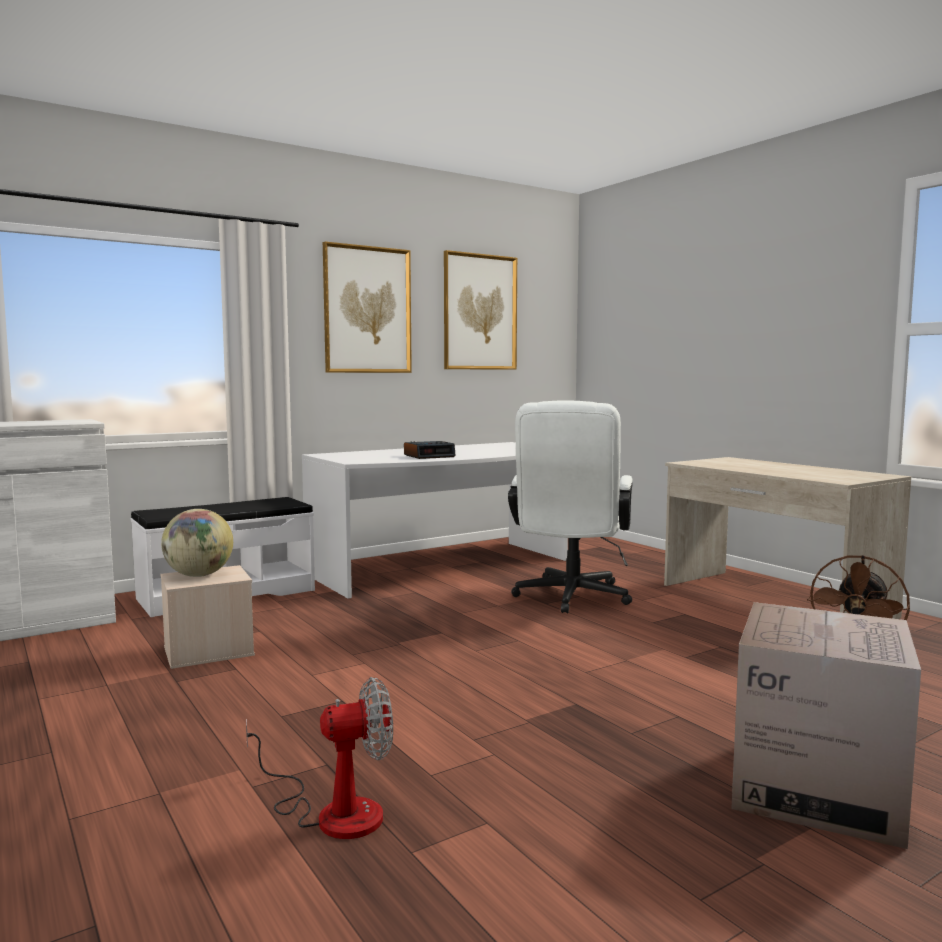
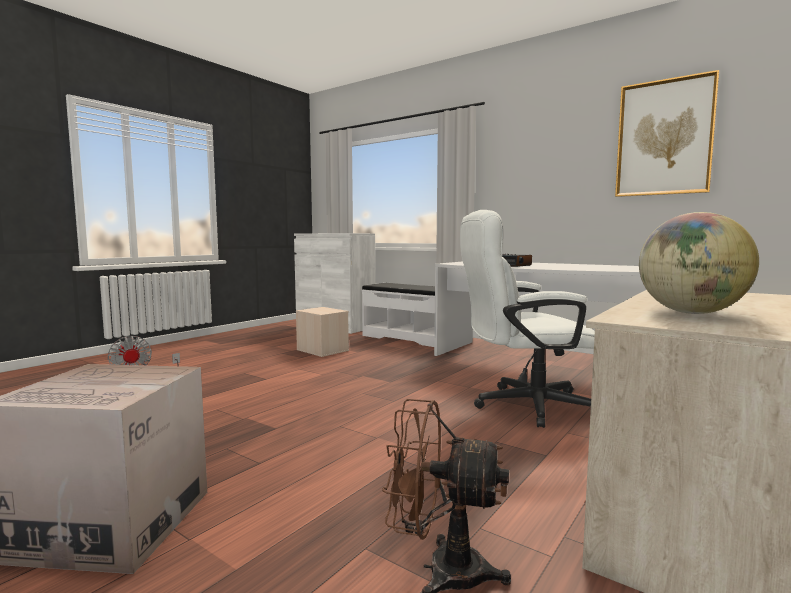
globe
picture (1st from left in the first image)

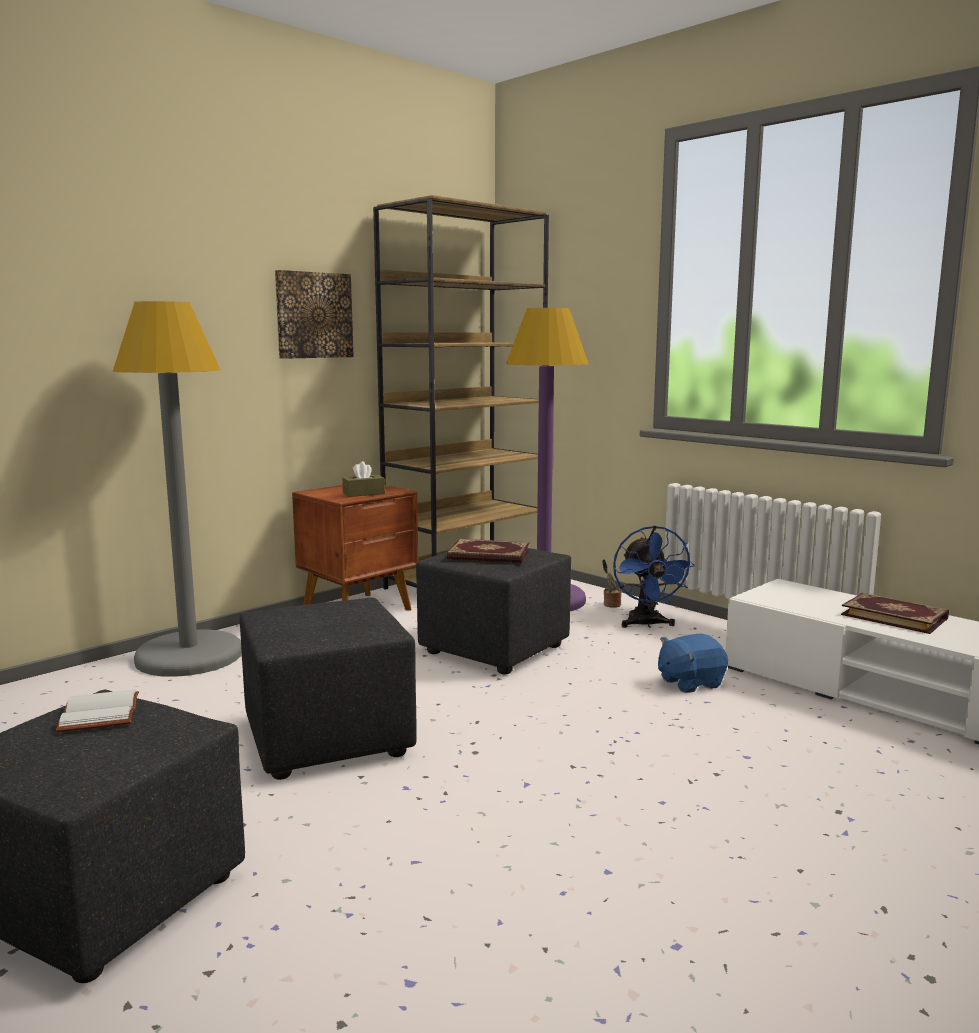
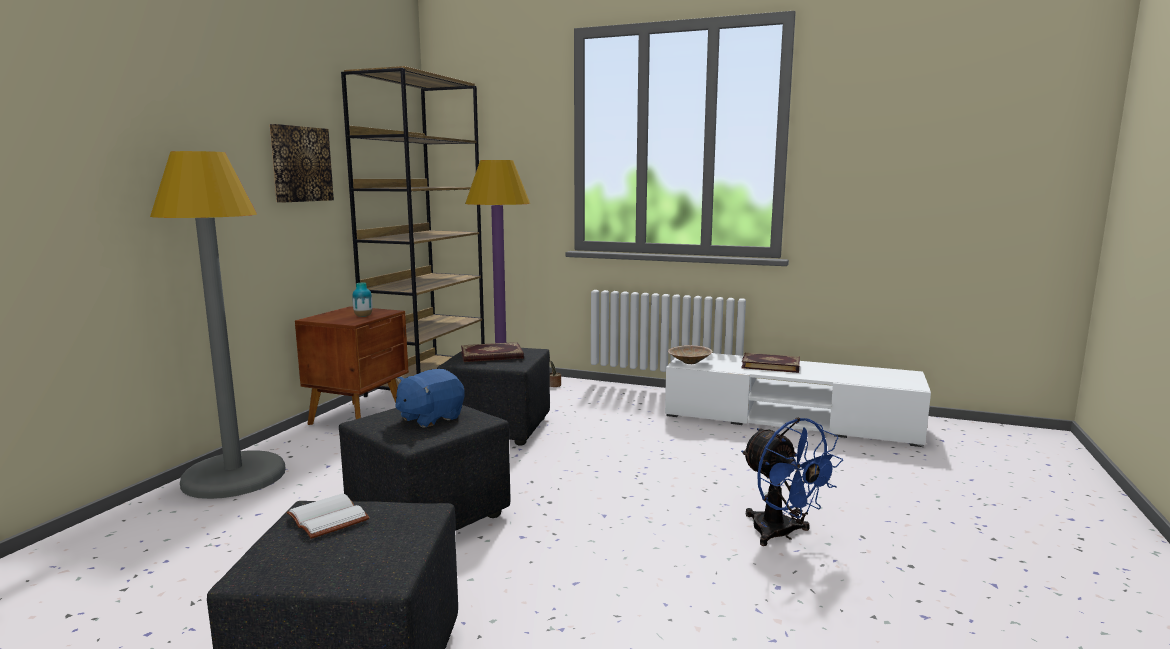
vase
fan (blue)
plush toy (blue)
bowl (beige)

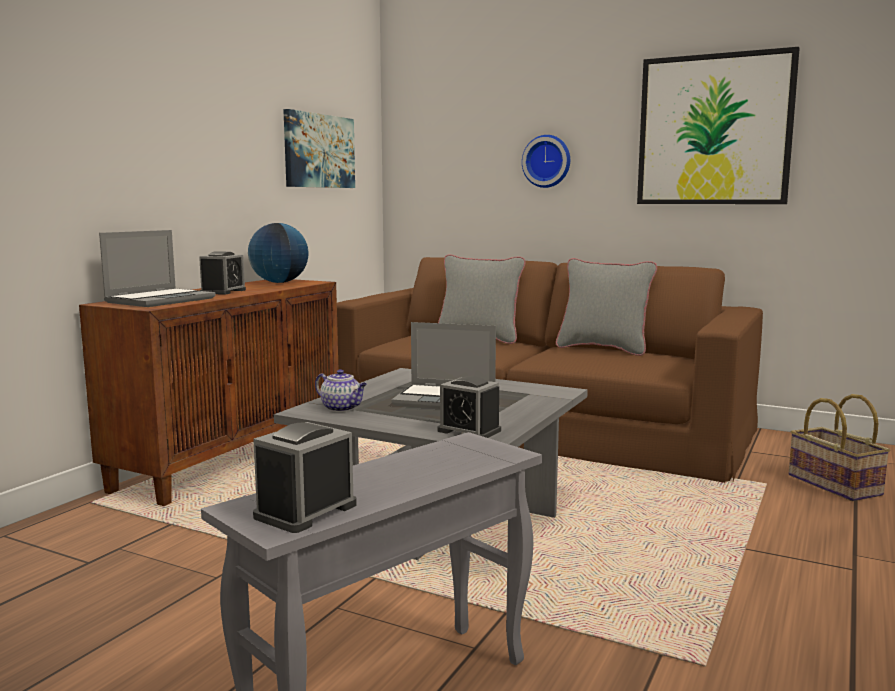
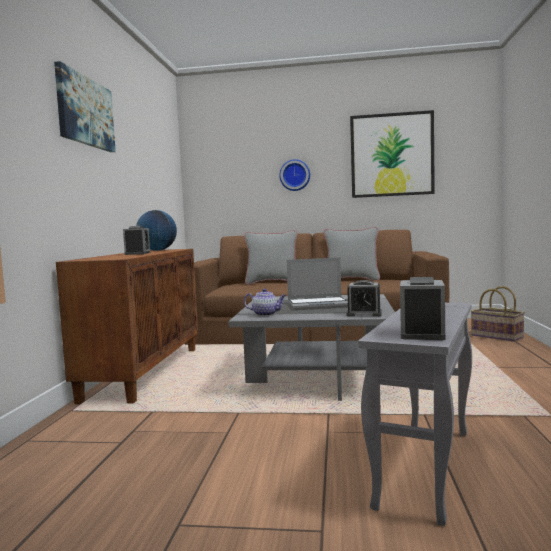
laptop (1st from left in the first image)
picture (1st from left)

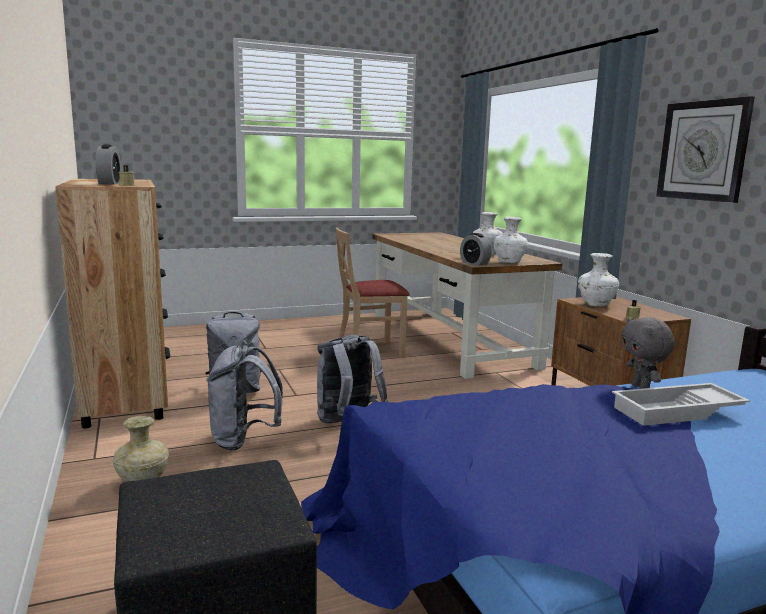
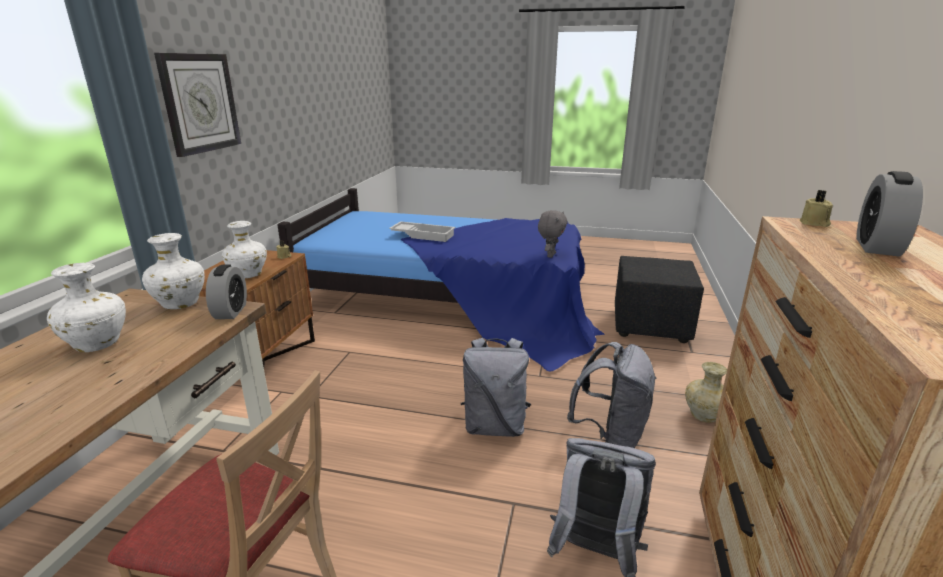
plush toy (grey)

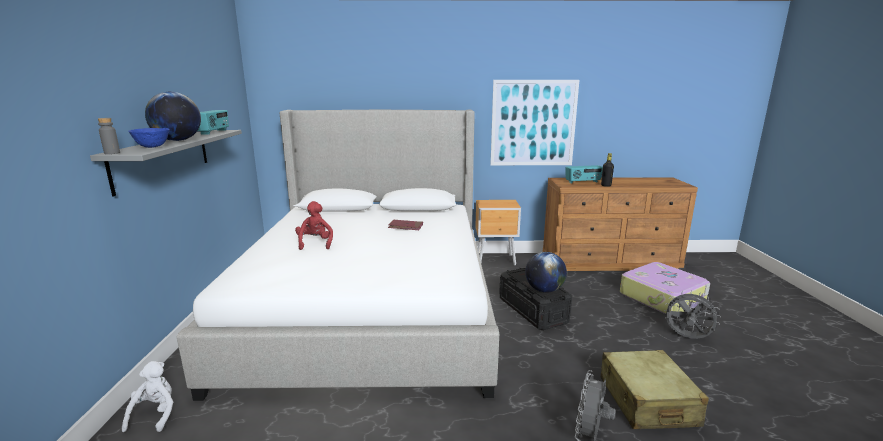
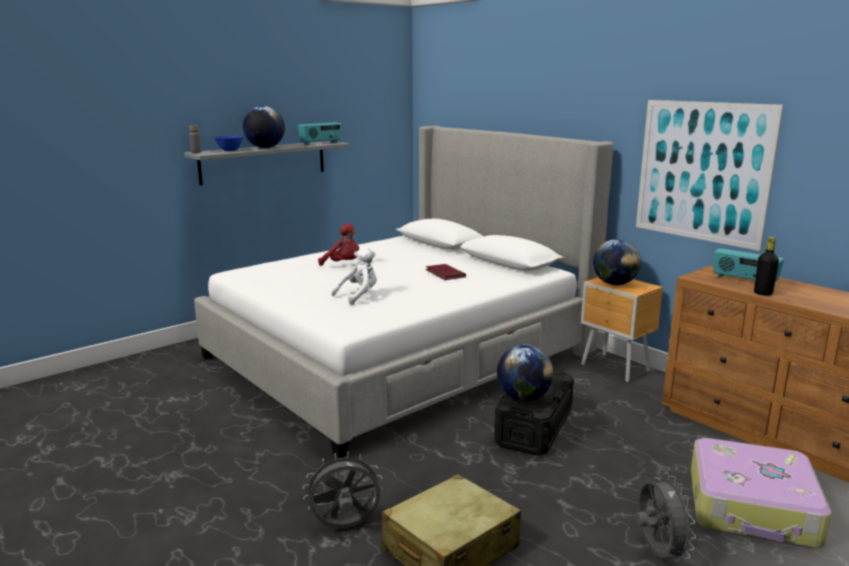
plush toy (white)
plush toy (red)
globe (3rd from left)

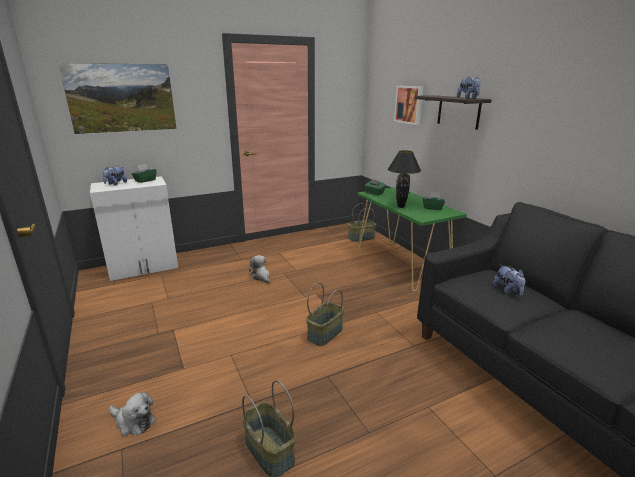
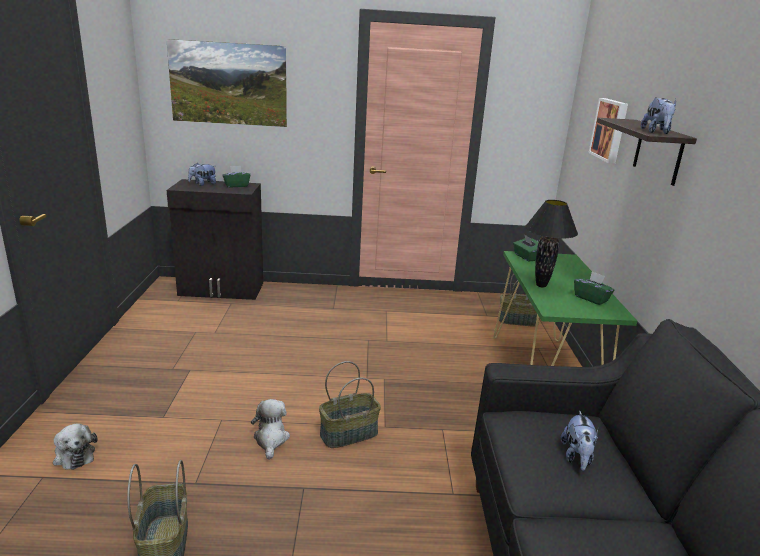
cabinet (black)
plush toy (3rd from left)

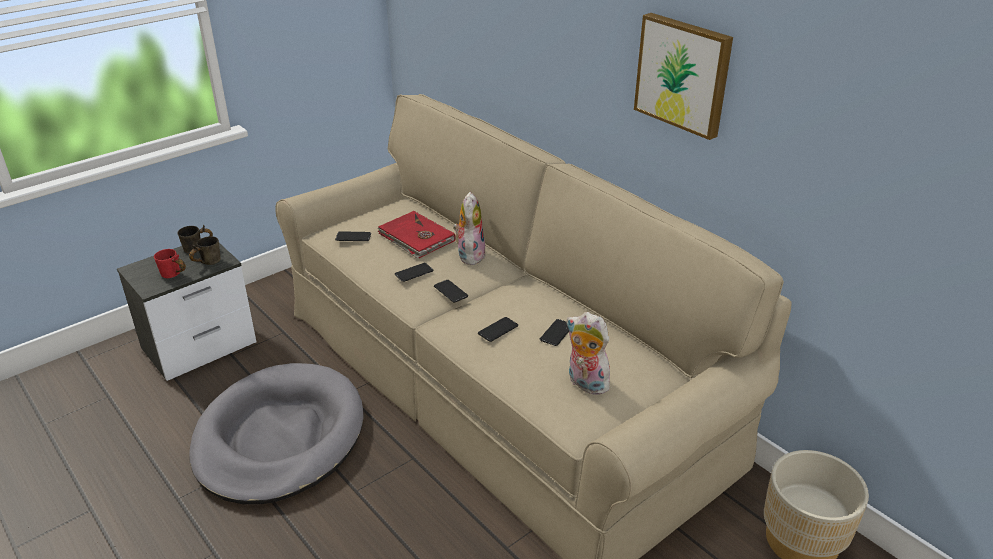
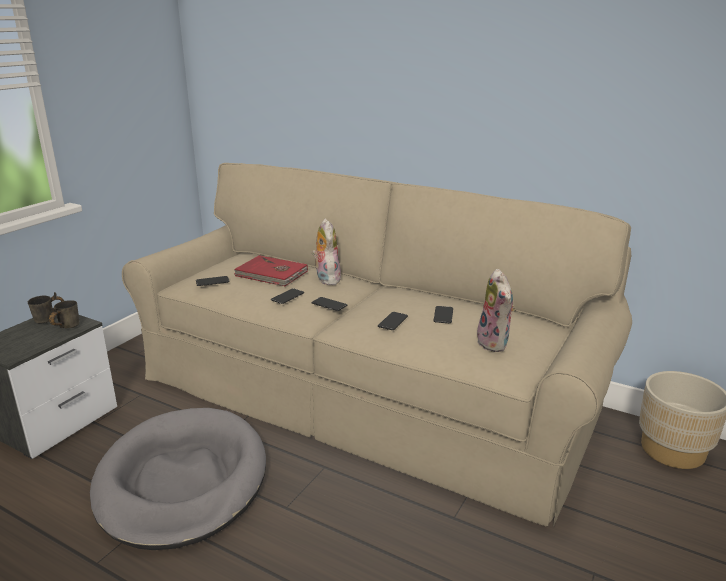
mug (red)
plush toy (2nd from left)
picture

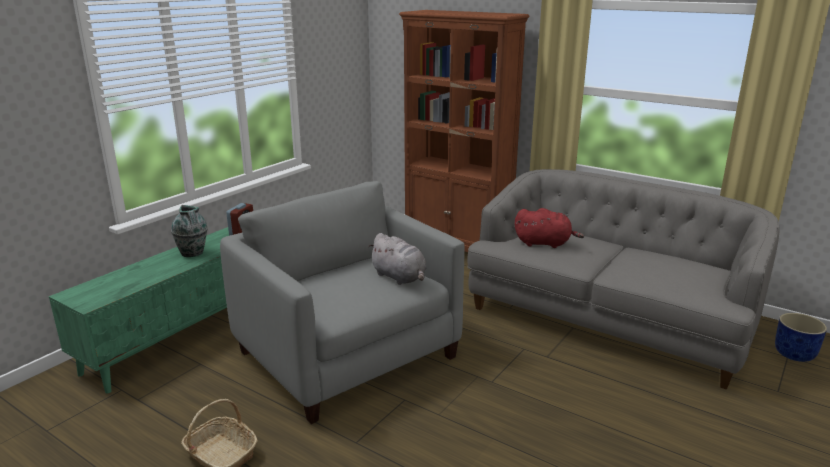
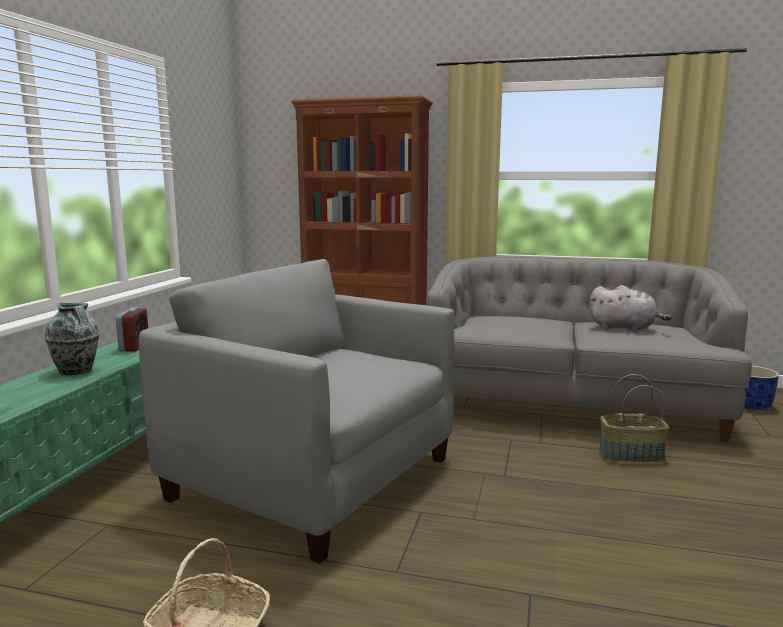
plush toy (grey)
plush toy (red)
basket (2nd from left)

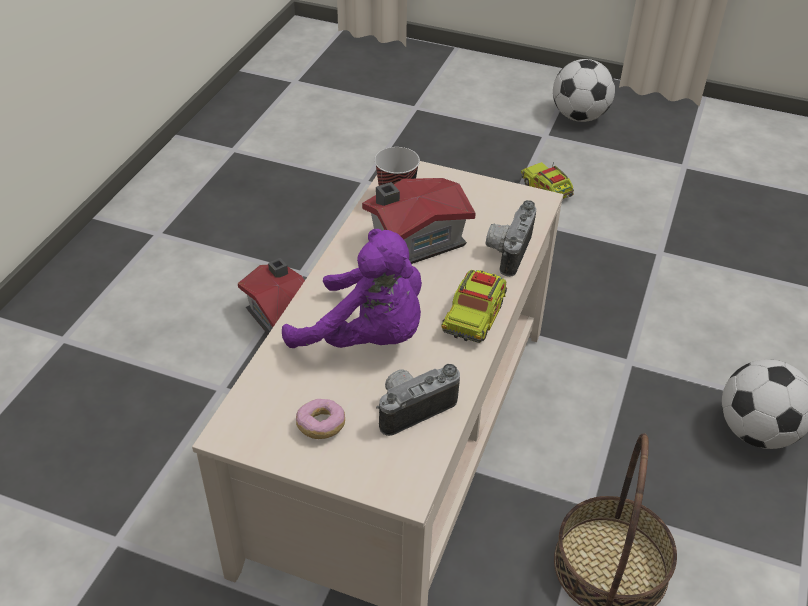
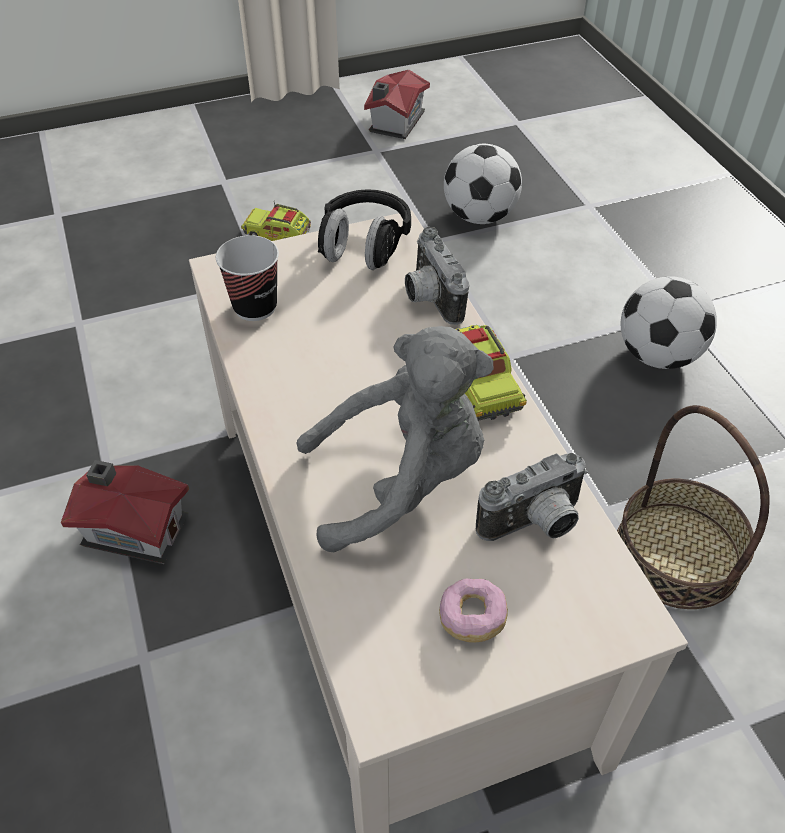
plush toy (grey)
toy house (2nd from left)
photo camera (2nd from left)
football (1st from left)
headphones (black)

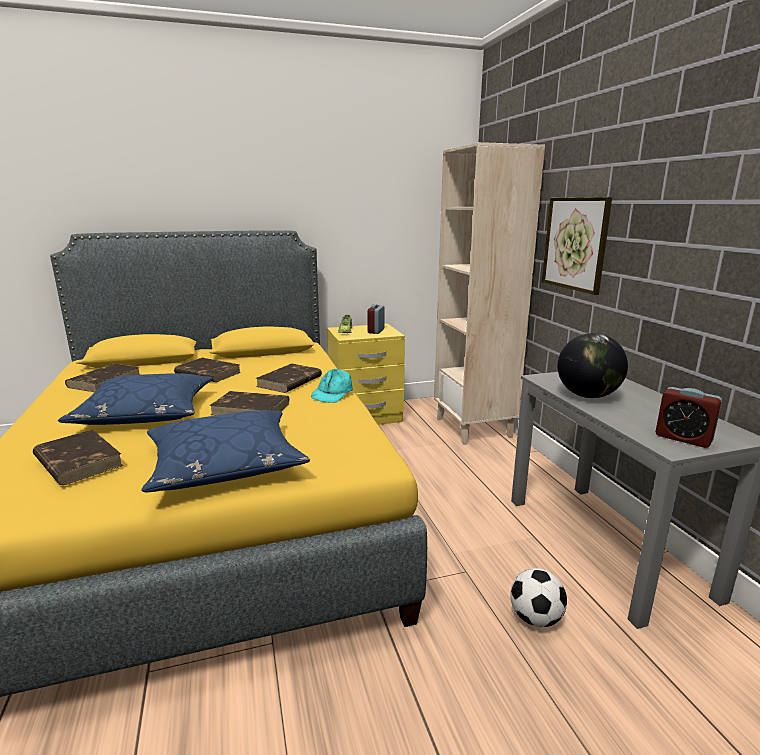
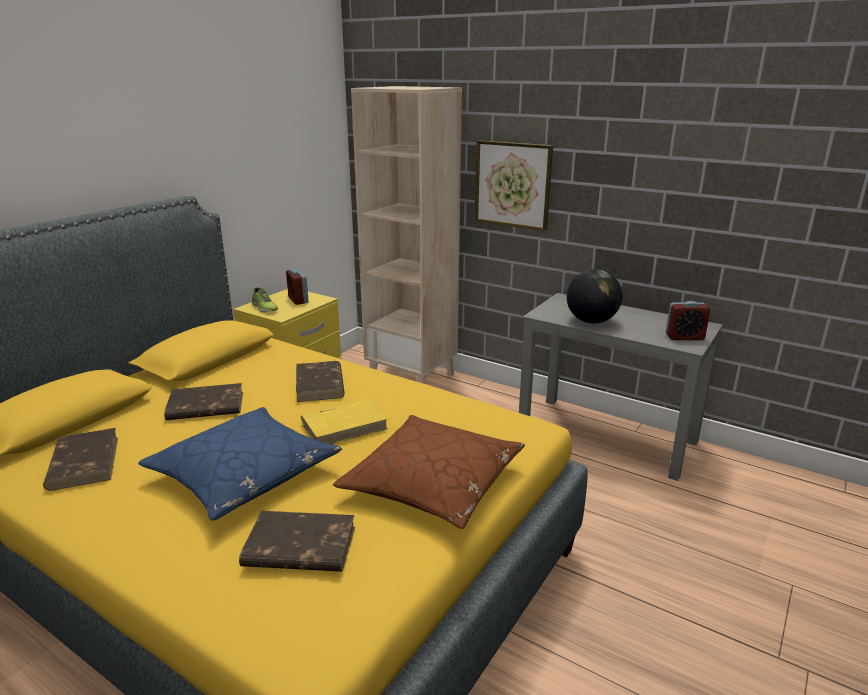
pillow (brown)
book (yellow)
cap (turquoise)
football

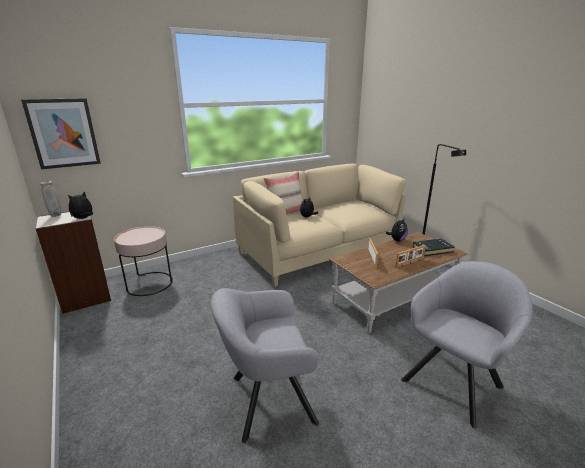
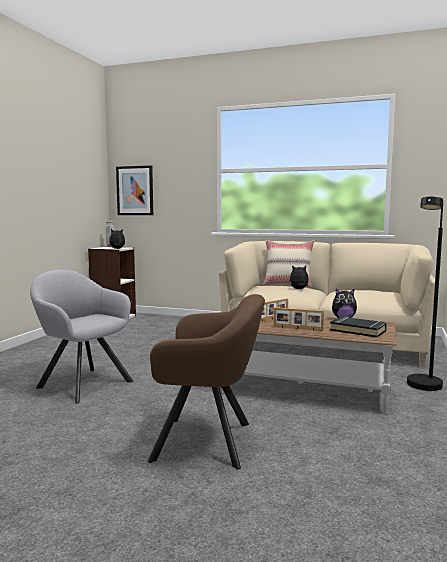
side table (pink)
armchair (brown)

